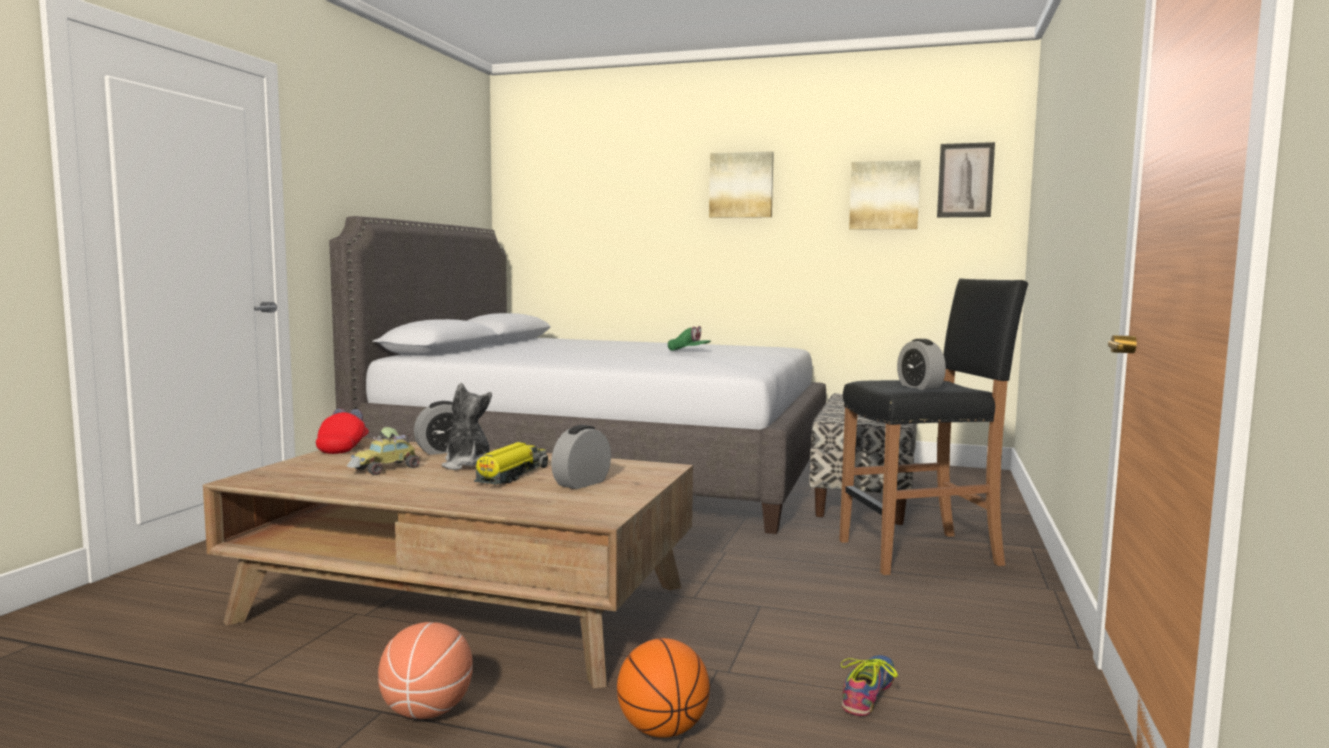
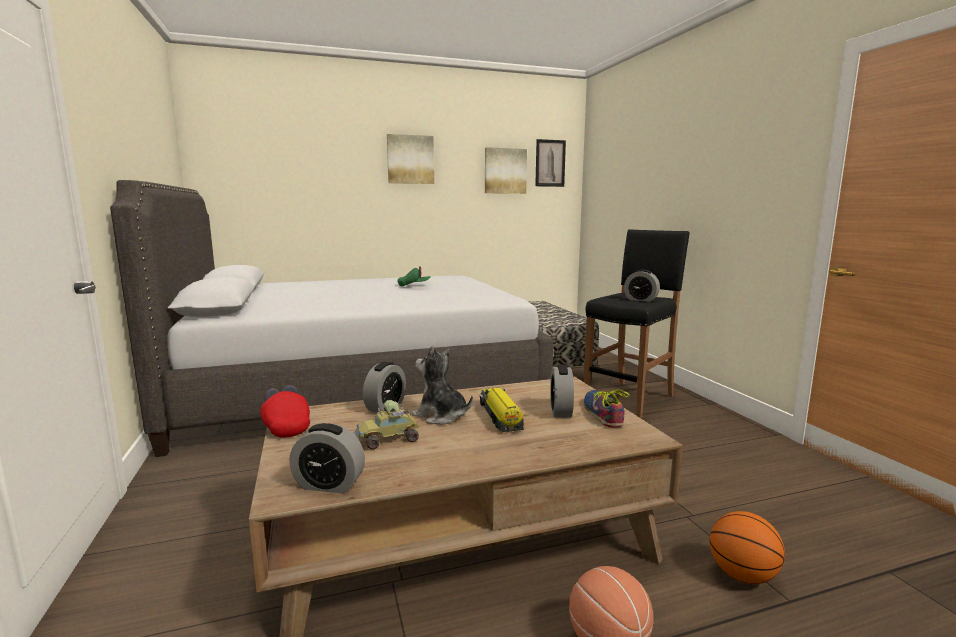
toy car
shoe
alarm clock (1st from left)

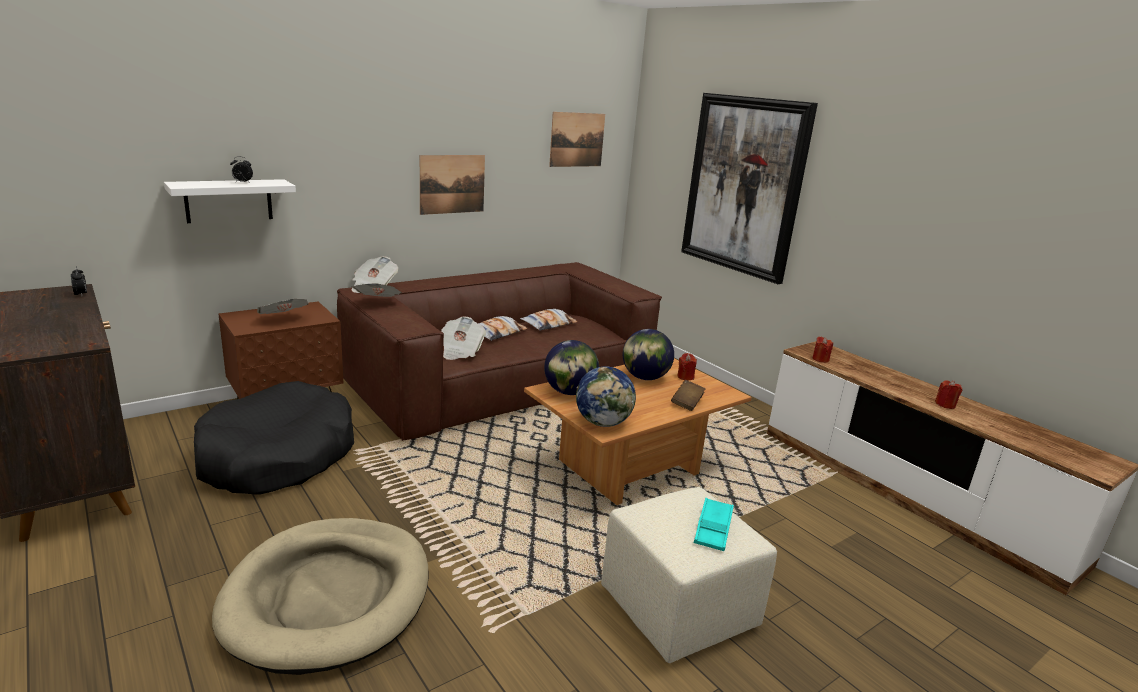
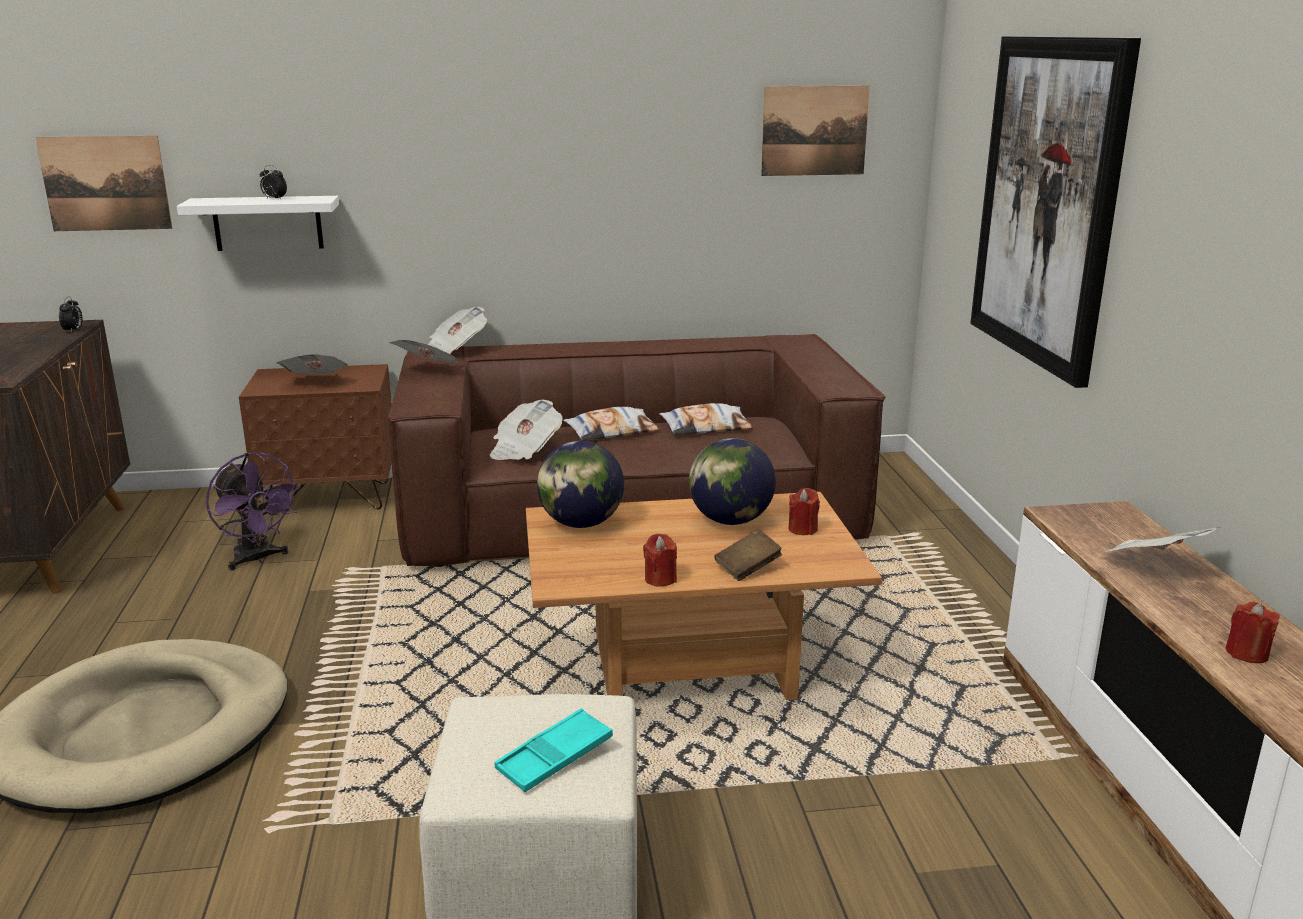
fan (purple)
picture (1st from left)
globe (2nd from left in the first image)
candle (red) (1st from left)
newspaper (5th from left)

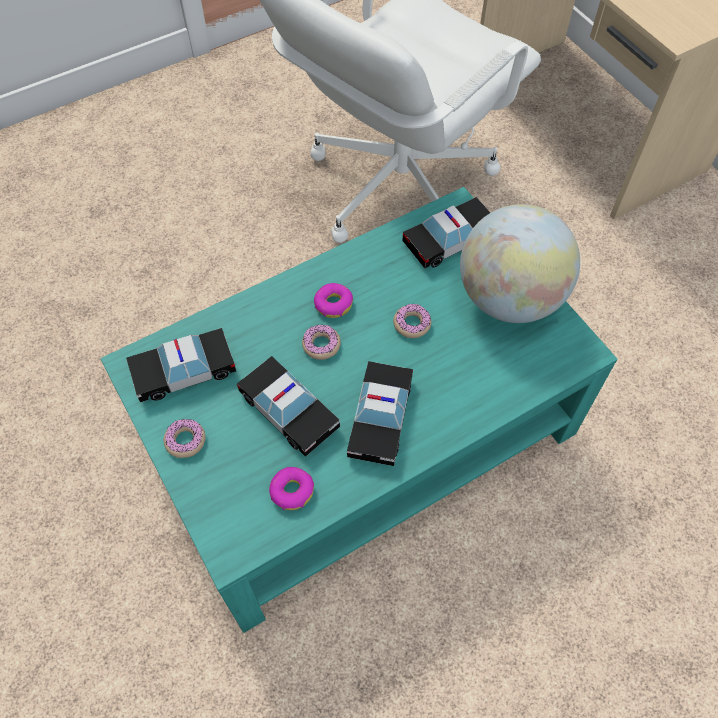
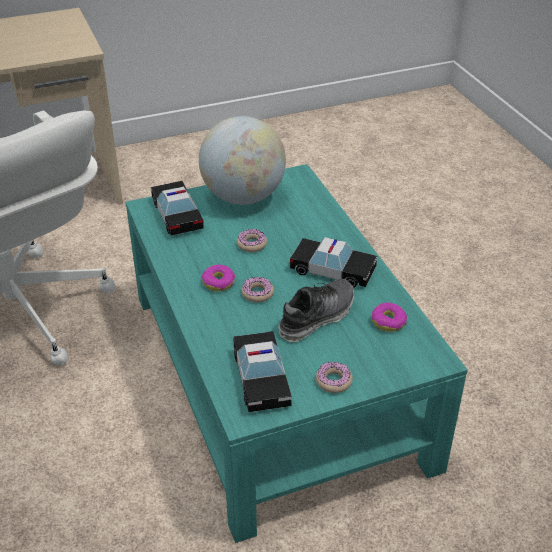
shoe

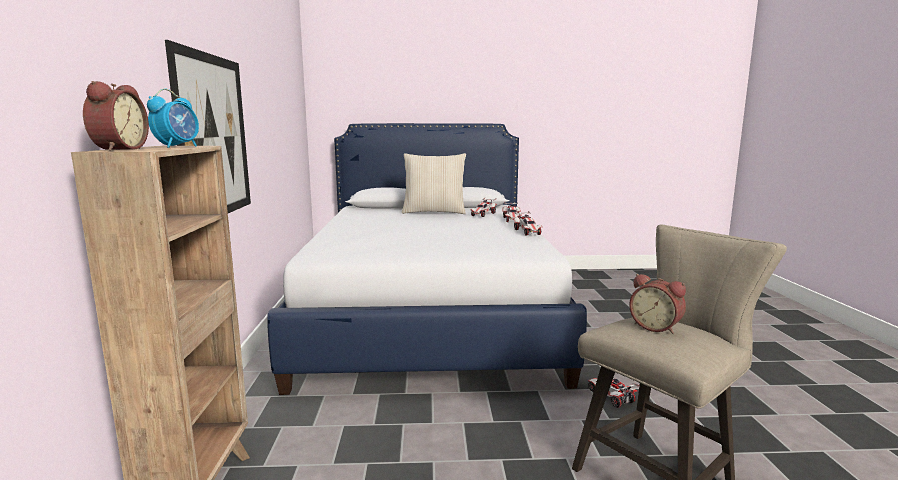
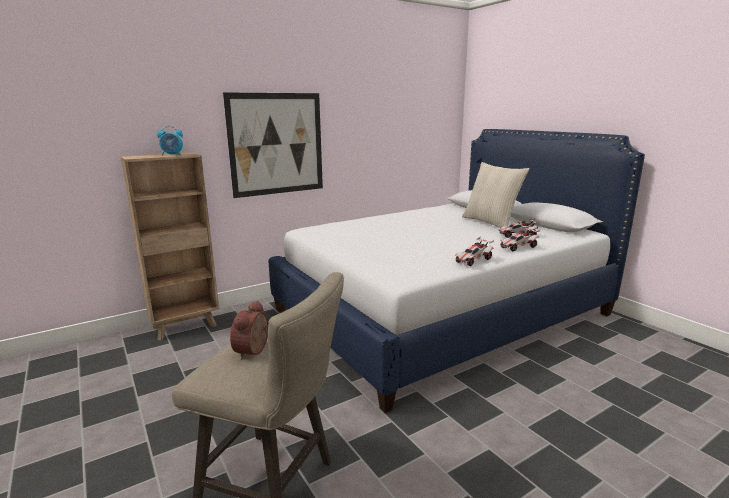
alarm clock (1st from left in the first image)
toy car (4th from left in the first image)

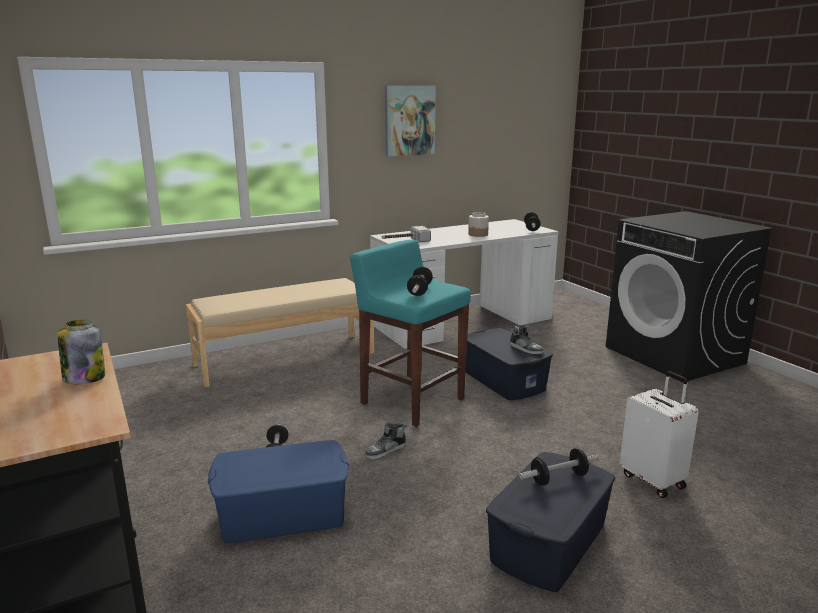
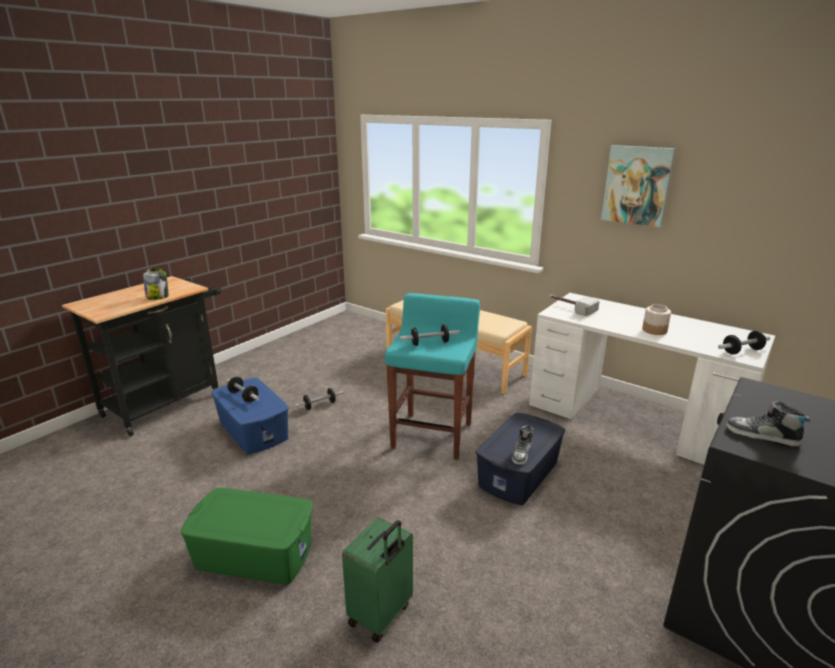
shoe (2nd from left)
storage box (green)
dumbbell (1st from left)
suitcase (green)

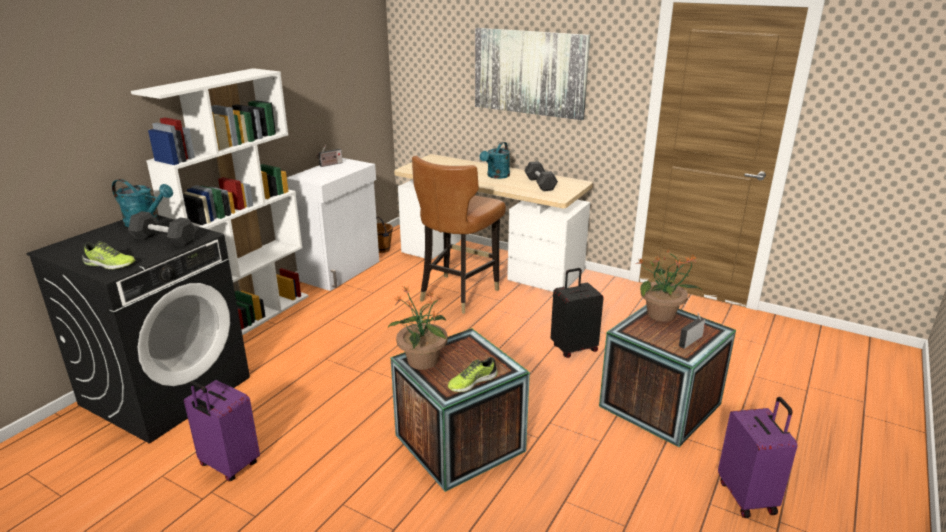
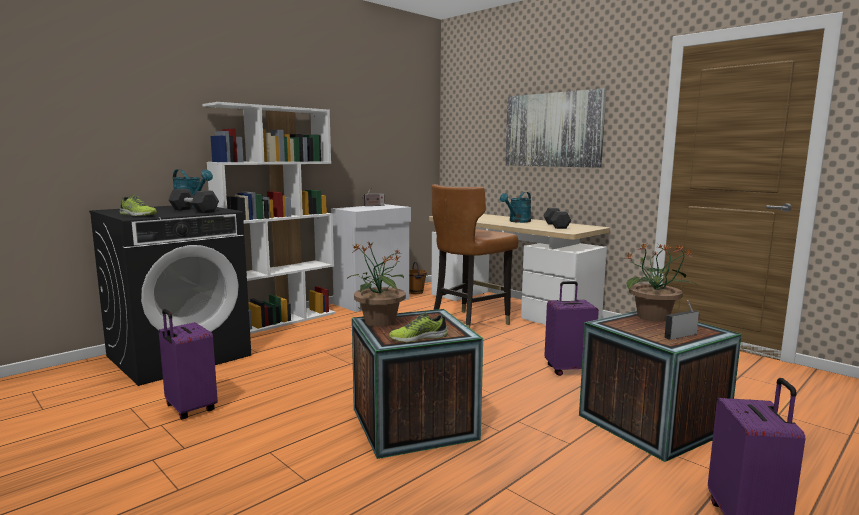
suitcase (purple) (2nd from left)

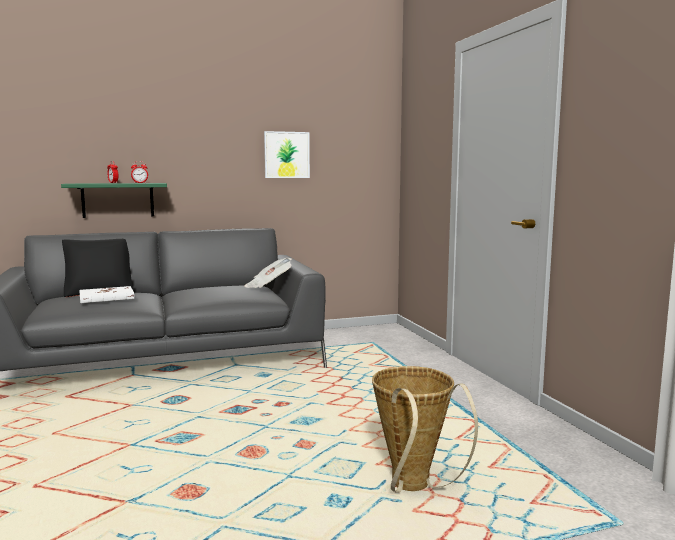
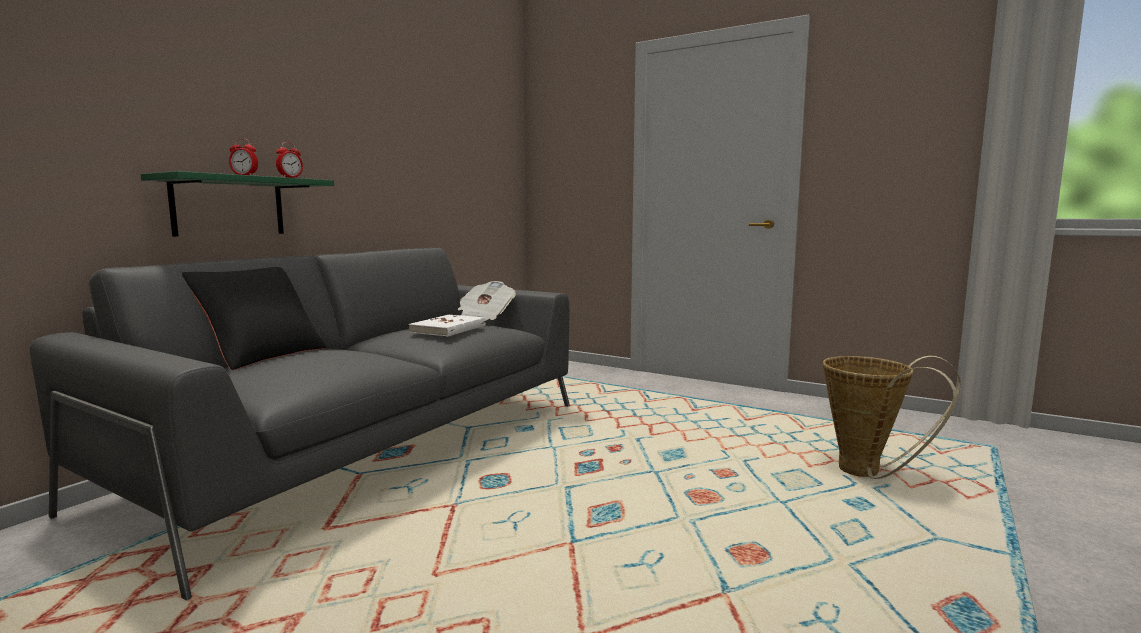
book (white)
picture

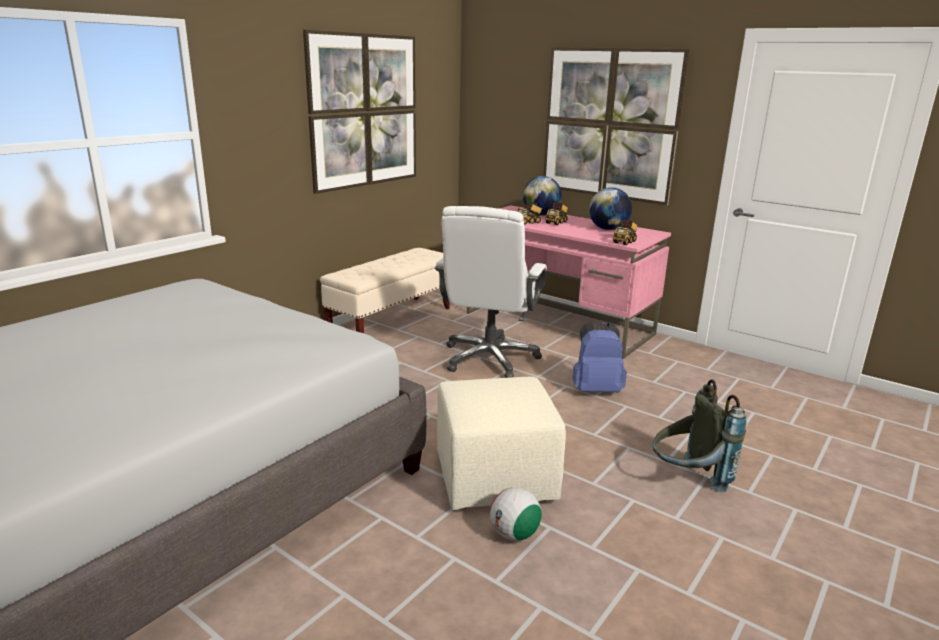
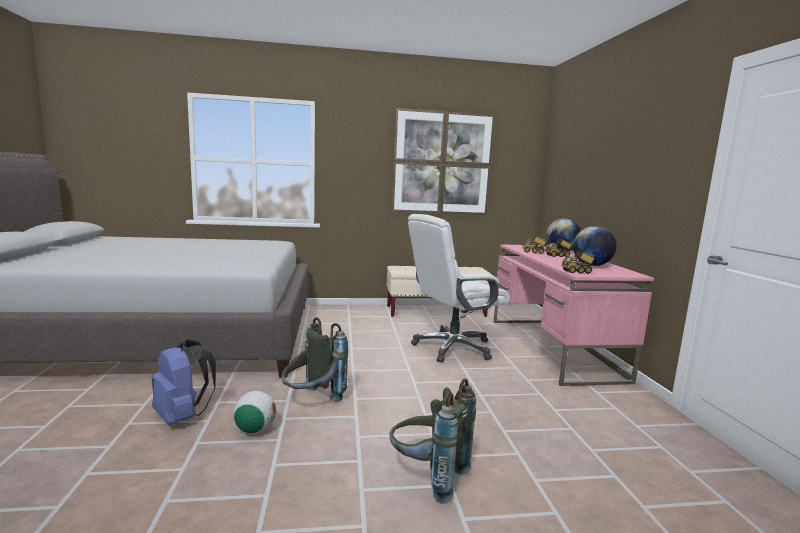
backpack (grey) (1st from left)
picture (2nd from left in the first image)
backpack (blue)

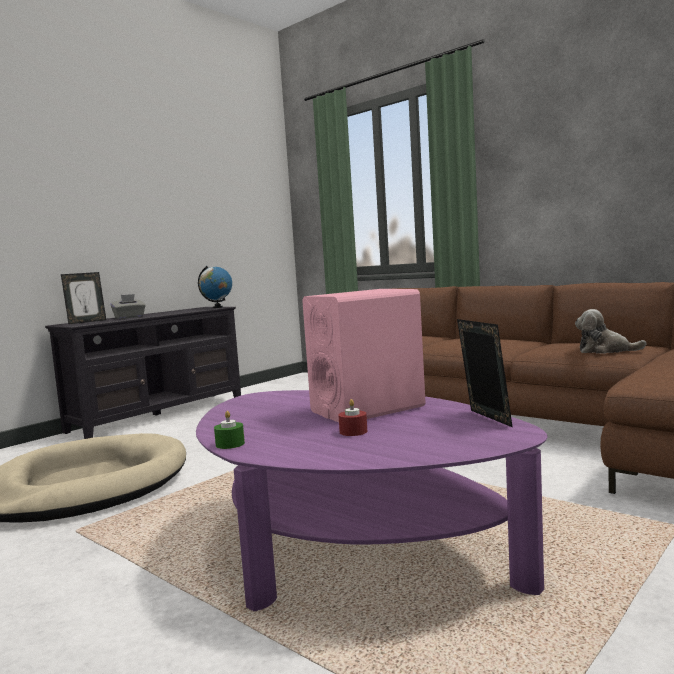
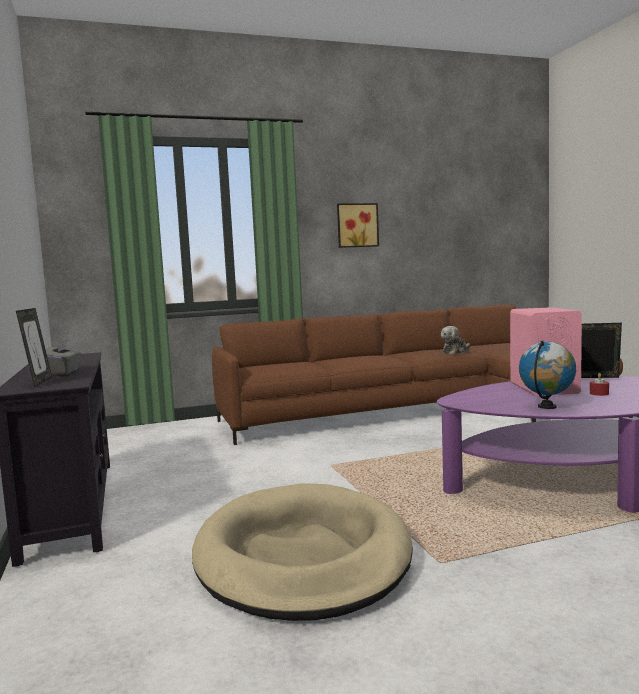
globe
candle (green)
picture

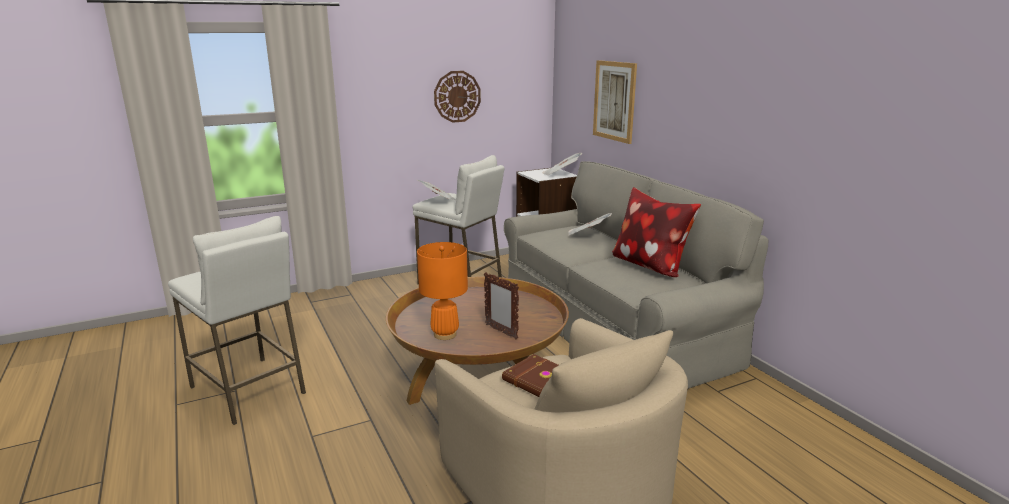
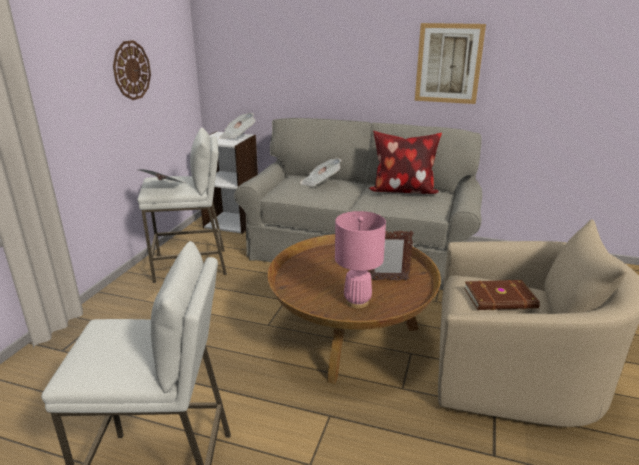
table lamp (pink)
picture

